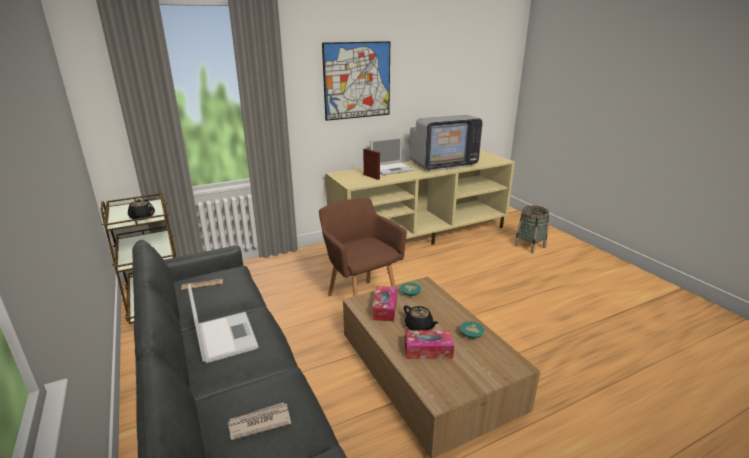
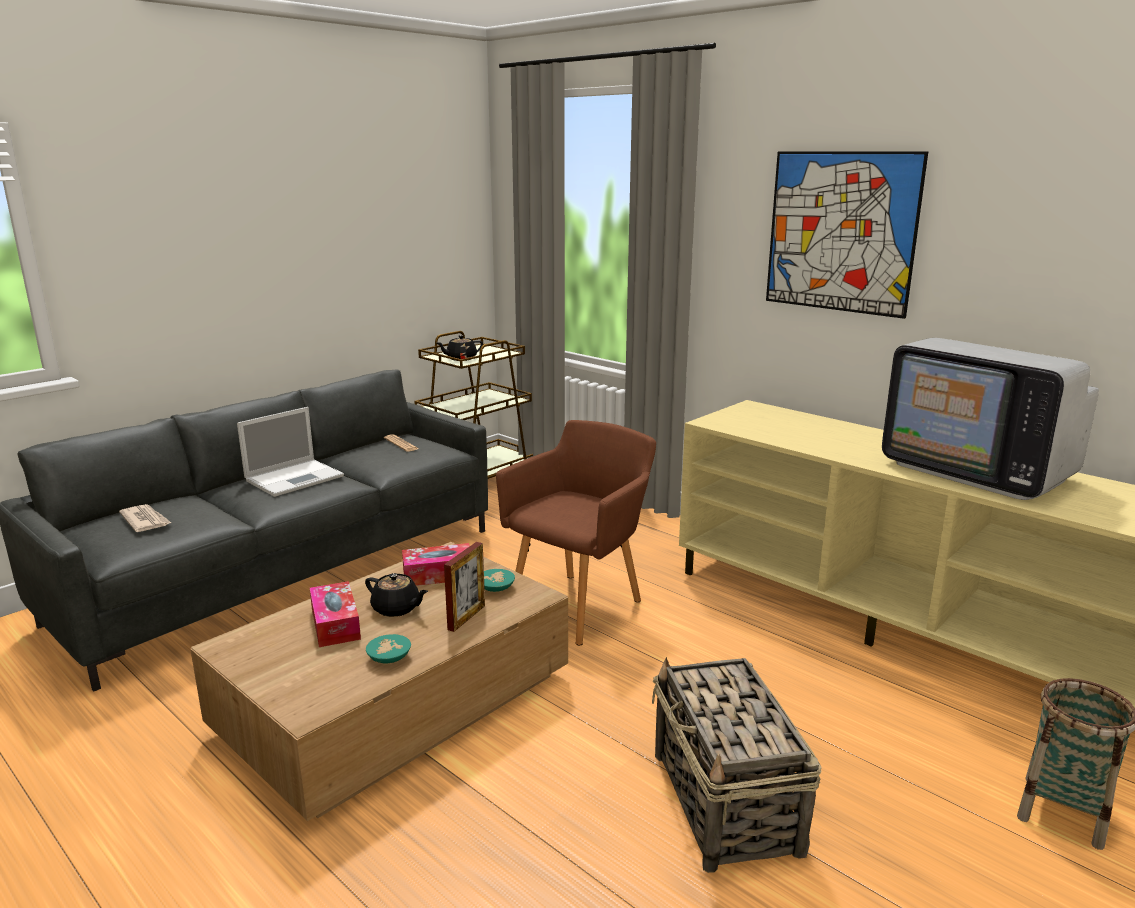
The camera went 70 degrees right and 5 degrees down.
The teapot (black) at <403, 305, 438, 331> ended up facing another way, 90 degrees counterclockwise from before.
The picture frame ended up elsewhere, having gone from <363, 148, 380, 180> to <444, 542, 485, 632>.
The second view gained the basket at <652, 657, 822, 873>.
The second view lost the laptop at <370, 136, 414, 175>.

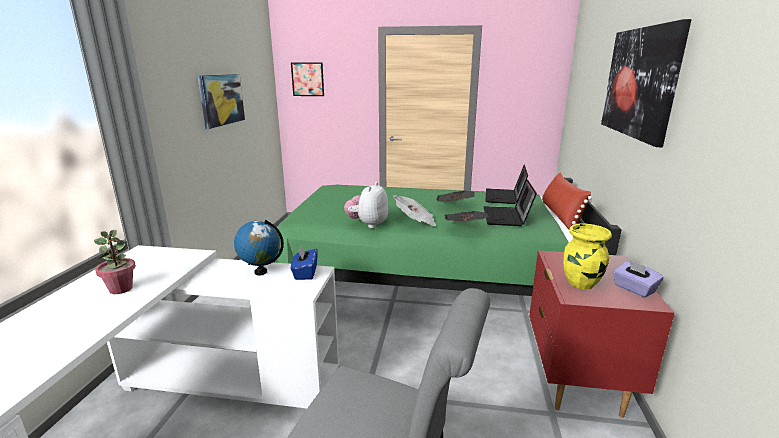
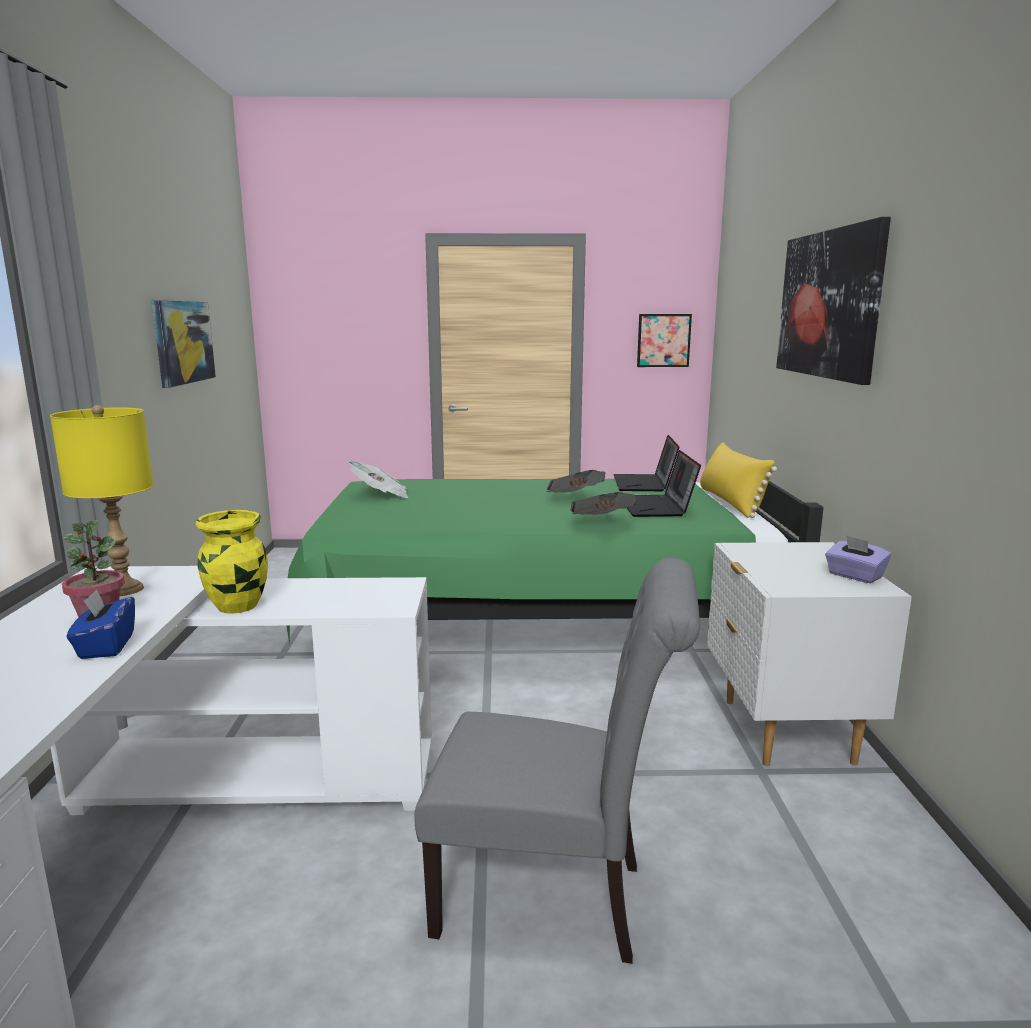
The camera went 10 degrees left and 5 degrees down.
The second view gained the table lamp (yellow) at <50, 405, 153, 596>.
The tissue box (blue) ended up elsewhere, having gone from <291, 245, 318, 280> to <67, 589, 135, 659>.
The vase (yellow) ended up elsewhere, having gone from <564, 224, 612, 289> to <196, 510, 268, 614>.
The newspaper ended up elsewhere, having gone from <393, 195, 436, 226> to <347, 461, 408, 498>.
The picture ended up elsewhere, having gone from <291, 62, 324, 96> to <637, 314, 692, 367>.
What was the pillow (red) at <542, 172, 592, 229> turned into the pillow (yellow) at <700, 442, 777, 518>.
What was the nightstand (red) at <529, 251, 675, 418> turned into the nightstand (white) at <707, 542, 912, 766>.
The second view lost the globe at <234, 220, 284, 276>.
The second view lost the plush toy at <344, 182, 389, 228>.

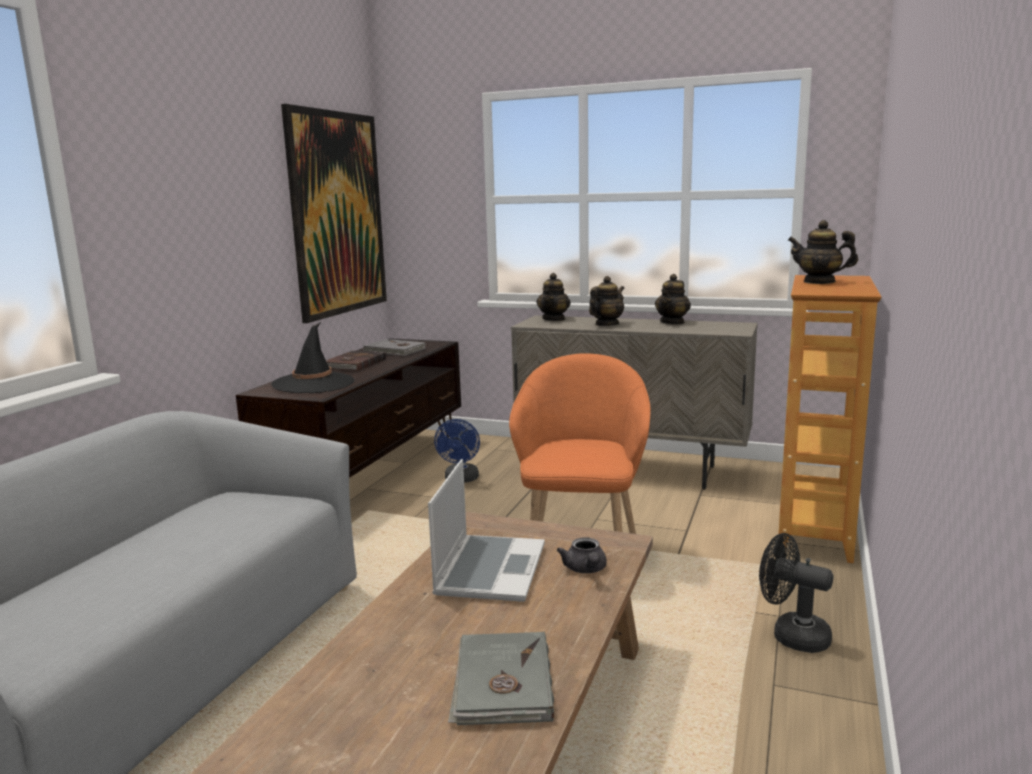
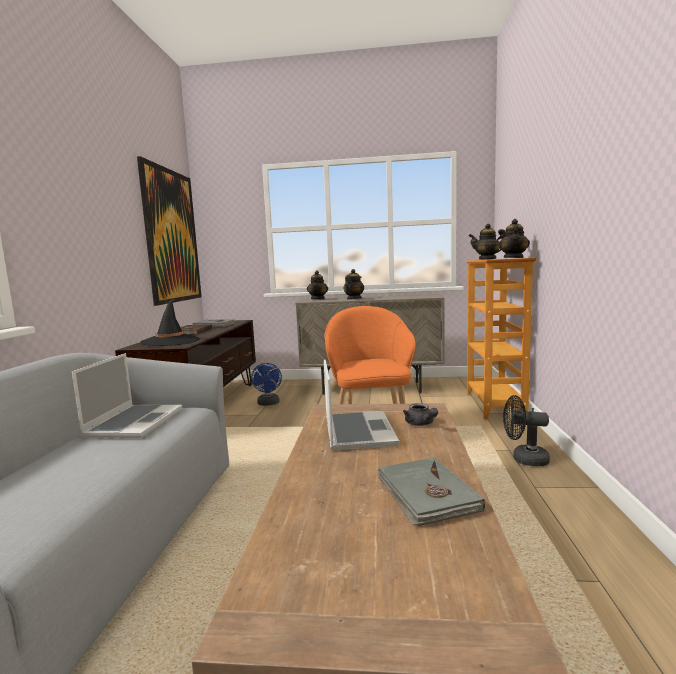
The camera went 15 degrees left and 5 degrees down.
The second view gained the laptop at <72, 353, 182, 438>.
The teapot ended up elsewhere, having gone from <655, 274, 691, 325> to <499, 219, 530, 258>.

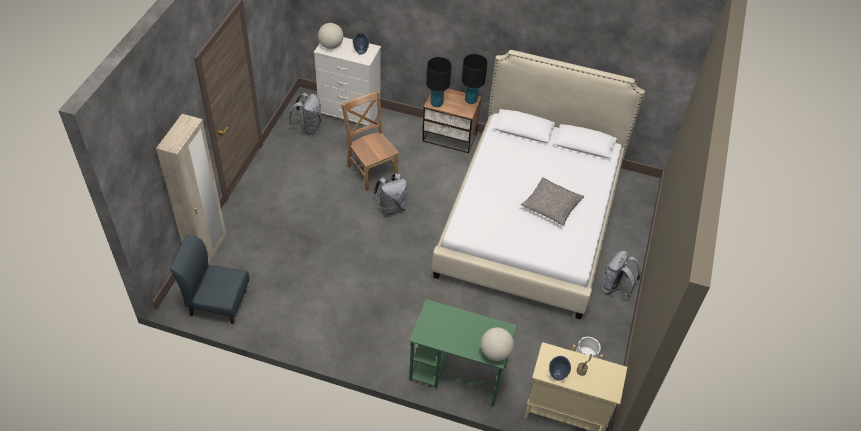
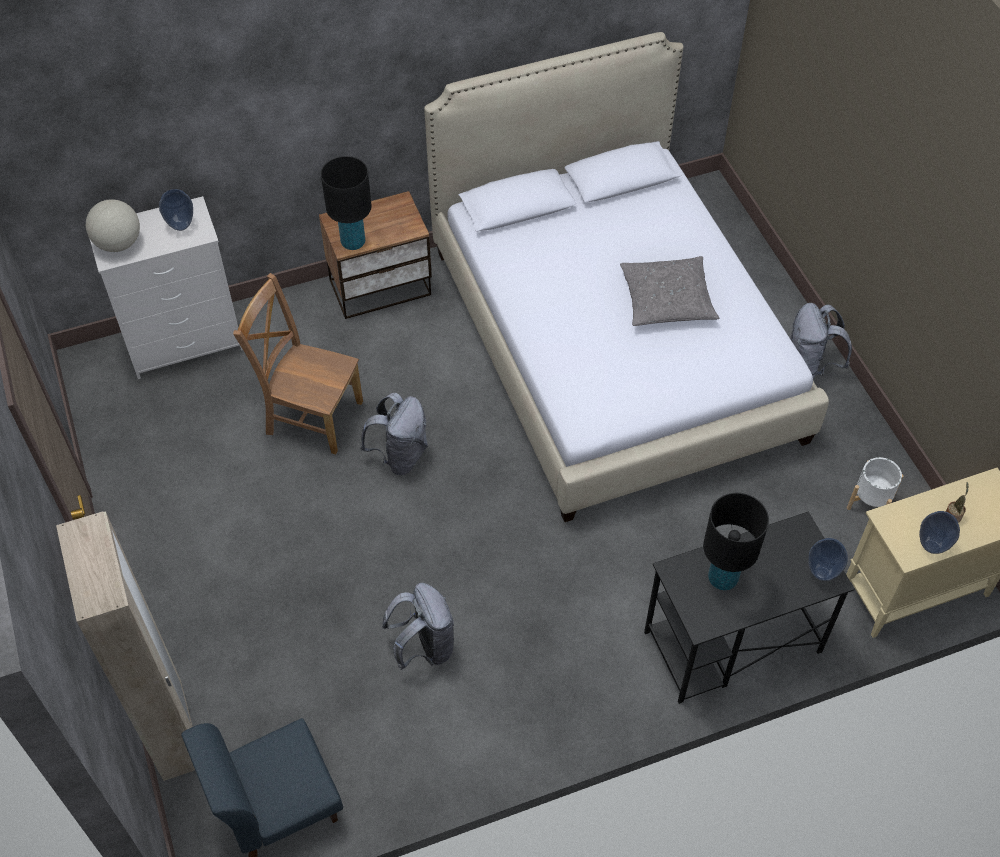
The camera went 35 degrees left and 5 degrees up.
The backpack (grey) ended up elsewhere, having gone from <289, 93, 321, 135> to <382, 583, 455, 670>.
What was the desk (green) at <409, 299, 517, 406> turned into the desk (black) at <644, 511, 855, 704>.
The table lamp (black) ended up elsewhere, having gone from <462, 54, 487, 104> to <703, 493, 769, 590>.
Where the globe stood at <481, 327, 514, 361>, the vase came to stand at <808, 538, 848, 581>.

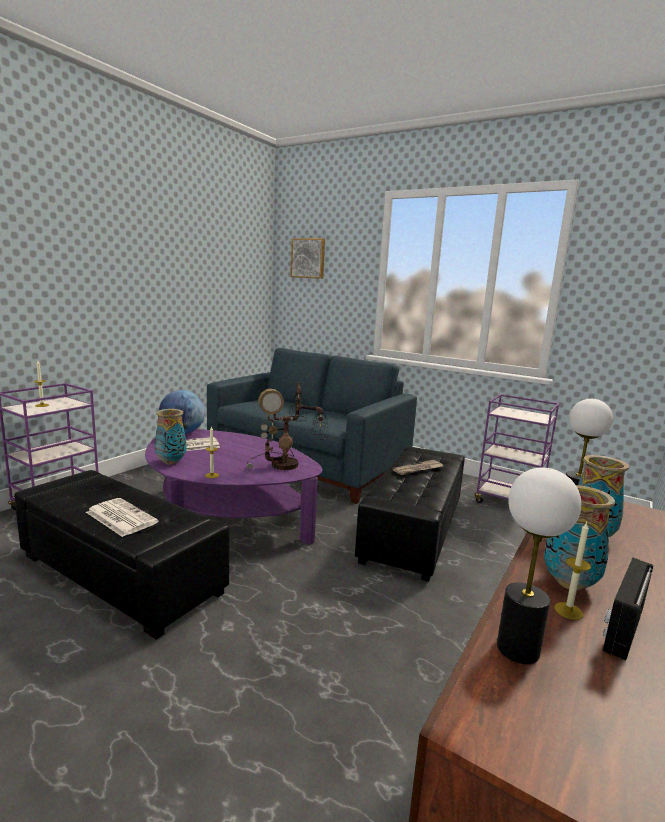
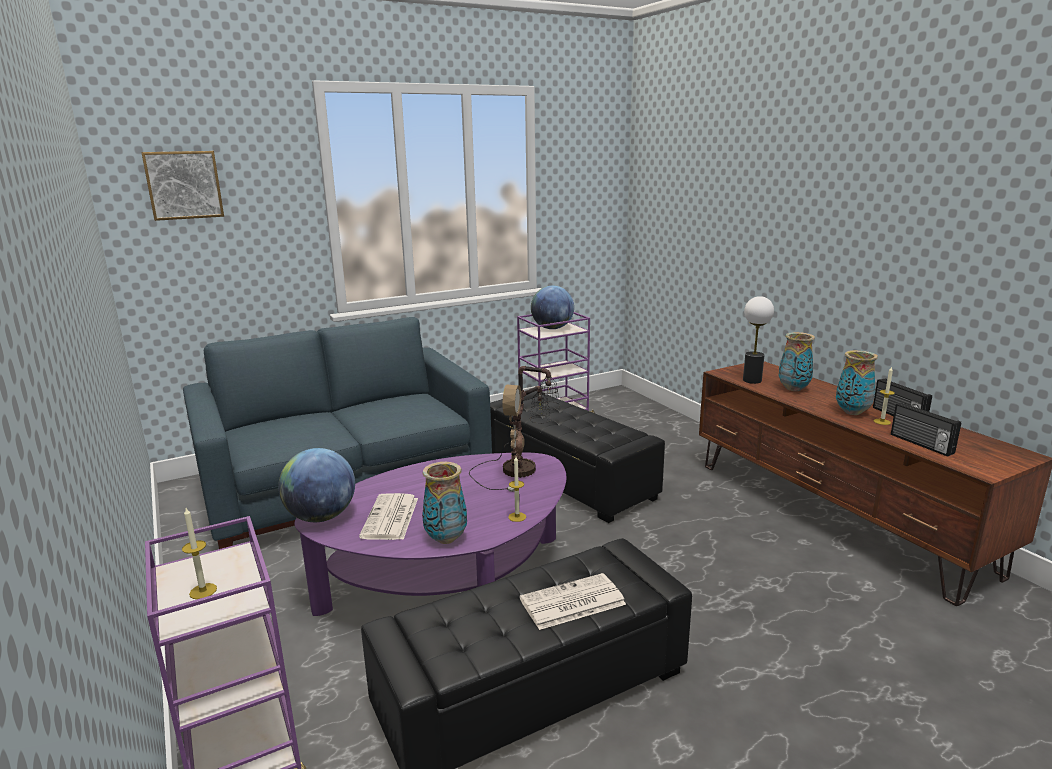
The camera went 60 degrees left and 5 degrees up.
The second view gained the globe at <531, 286, 574, 329>.
Where the table lamp stood at <497, 468, 581, 664>, the radio came to stand at <891, 402, 961, 457>.
The second view lost the newspaper at <392, 460, 443, 475>.

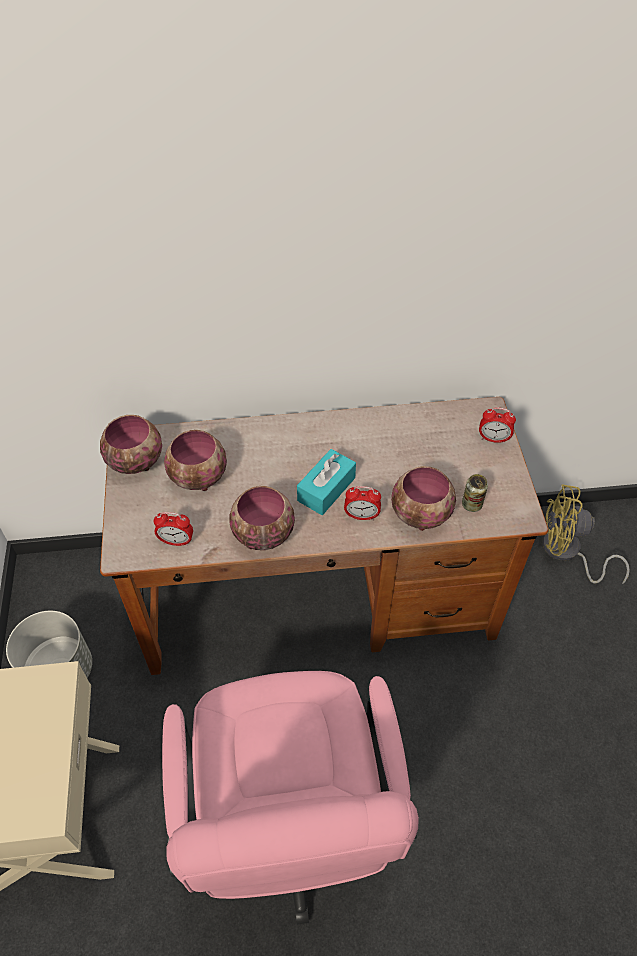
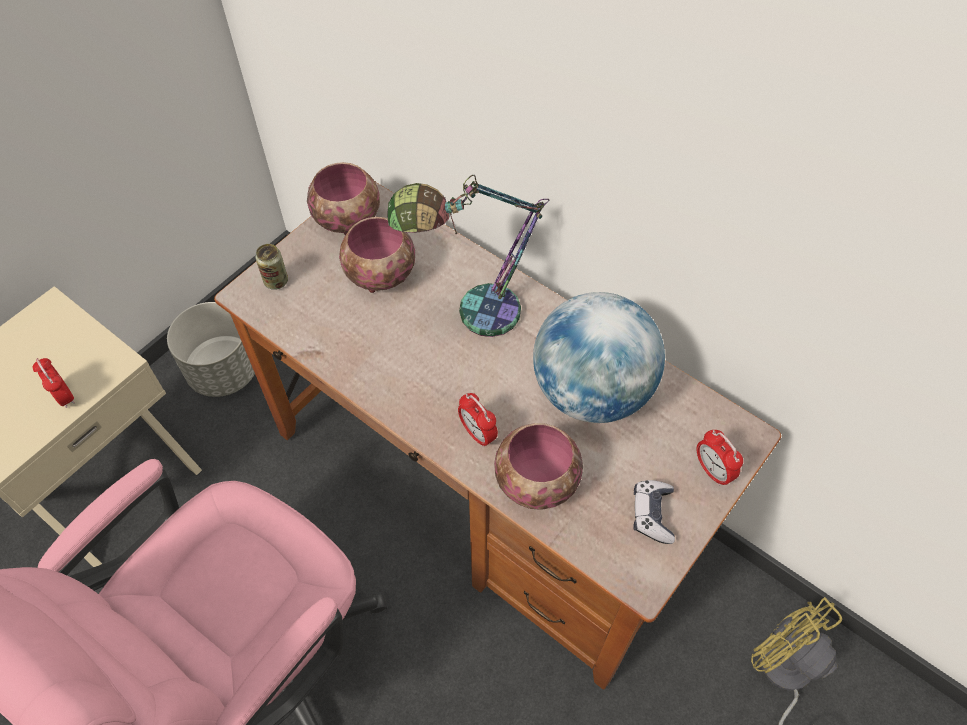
The camera went 45 degrees right and 5 degrees up.
The alarm clock ended up elsewhere, having gone from <154, 512, 193, 546> to <32, 358, 75, 408>.
The can ended up elsewhere, having gone from <462, 474, 488, 512> to <255, 244, 288, 290>.
The second view gained the table lamp at <388, 175, 549, 337>.
The second view gained the globe at <533, 292, 665, 423>.
The second view gained the game controller at <634, 480, 675, 544>.
The second view lost the bowl at <229, 486, 295, 550>.
The second view lost the tissue box (turquoise) at <297, 449, 356, 515>.

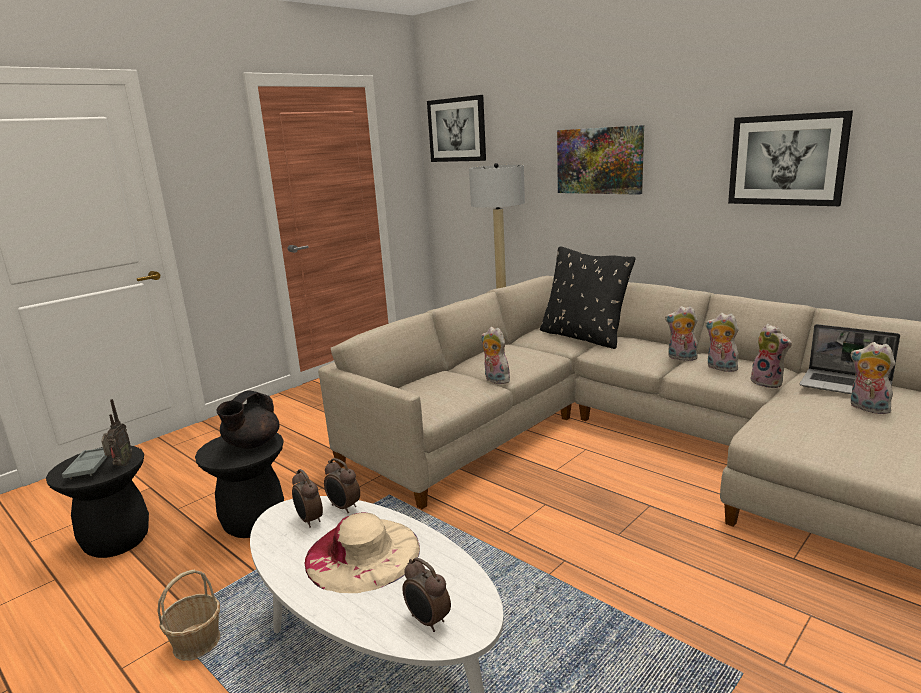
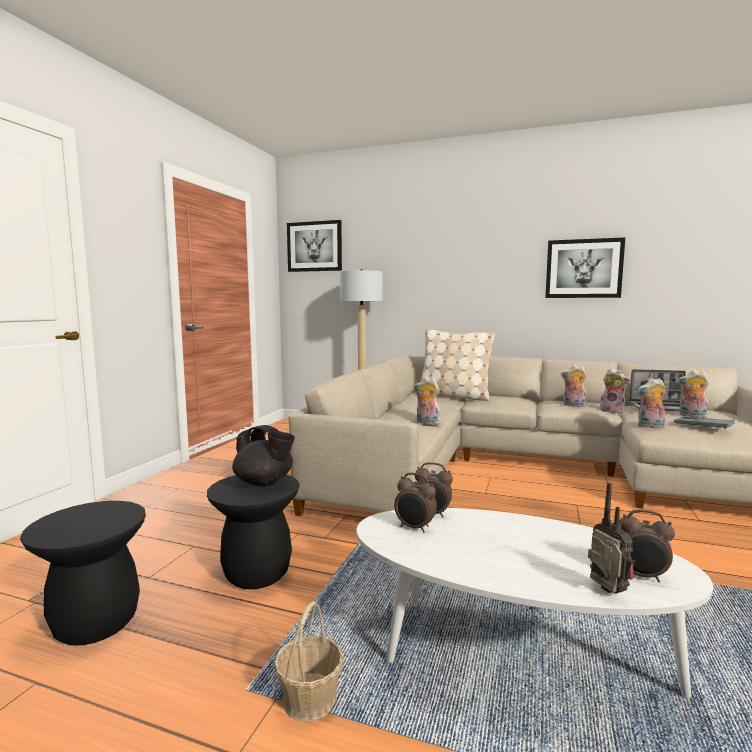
The camera went 25 degrees left and 10 degrees down.
The teapot (black) at <216, 390, 279, 449> ended up facing another way, 60 degrees counterclockwise from before.
What was the pillow (black) at <540, 246, 635, 349> turned into the pillow (beige) at <420, 329, 495, 401>.
The radio ended up elsewhere, having gone from <101, 399, 132, 466> to <588, 483, 635, 594>.
The plush toy ended up elsewhere, having gone from <665, 306, 698, 361> to <637, 378, 665, 428>.
The tray (grey) ended up elsewhere, having gone from <62, 448, 108, 479> to <674, 416, 735, 429>.
The second view lost the hat (beige) at <304, 513, 420, 593>.
The second view lost the picture at <557, 125, 644, 195>.

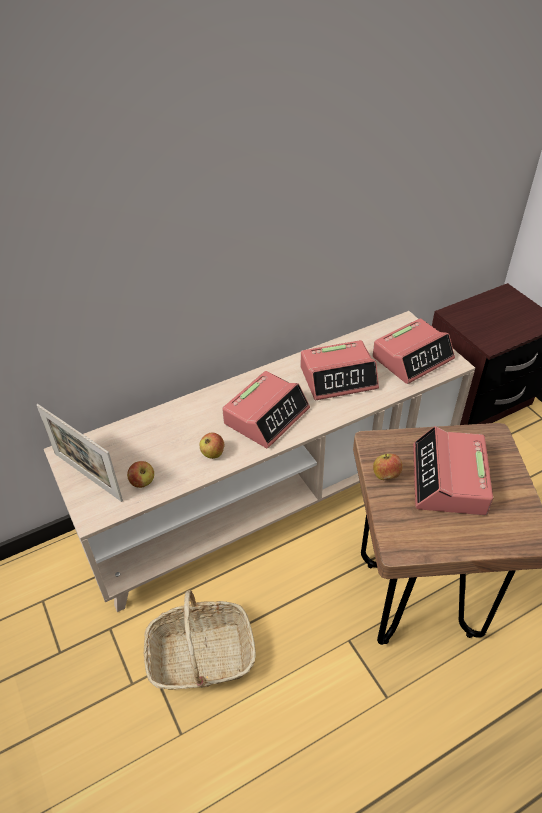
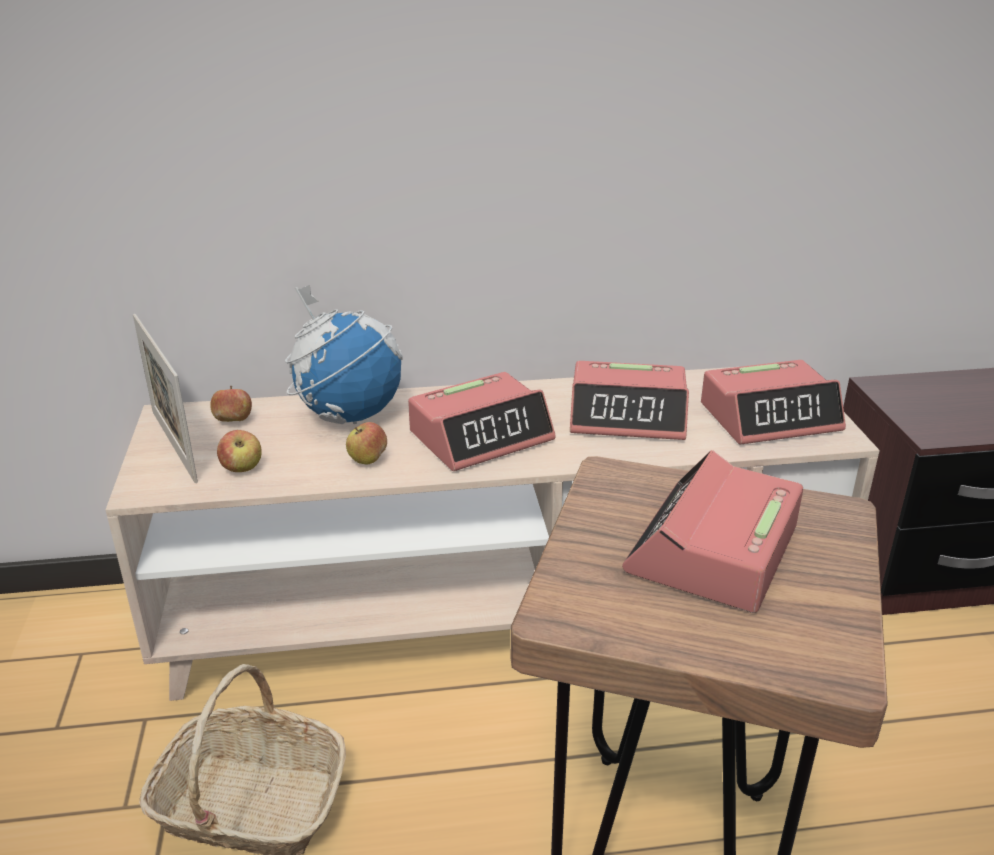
The camera went 20 degrees right and 15 degrees down.
The apple ended up elsewhere, having gone from <373, 454, 403, 480> to <210, 386, 252, 422>.
The second view gained the globe at <285, 285, 403, 424>.

